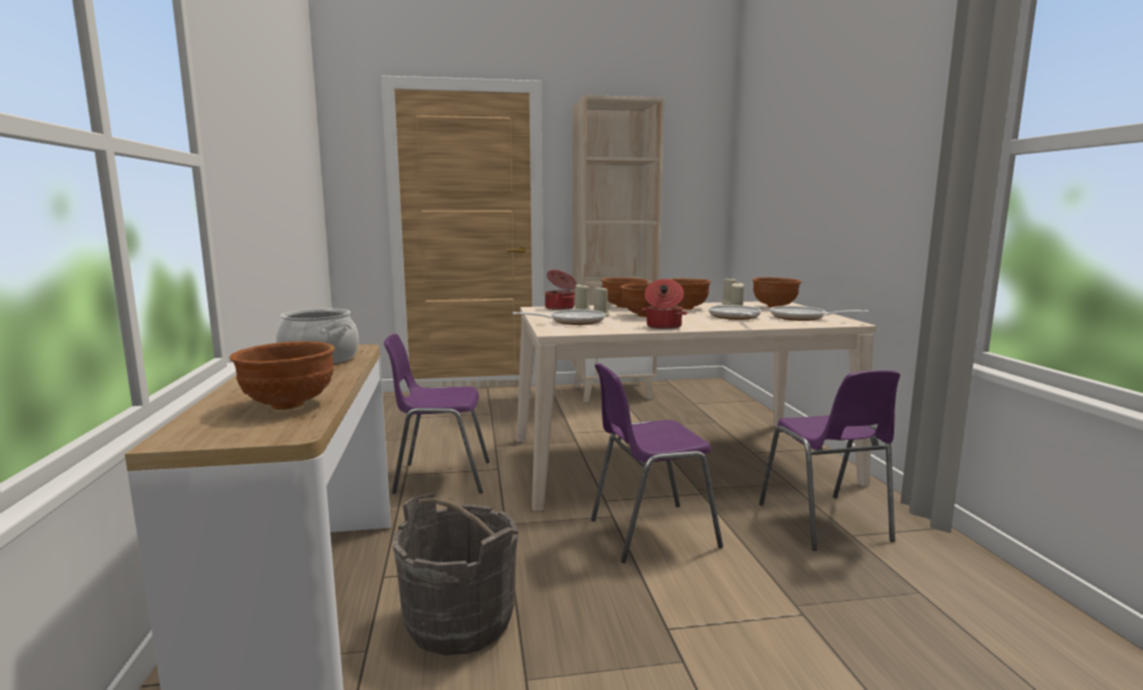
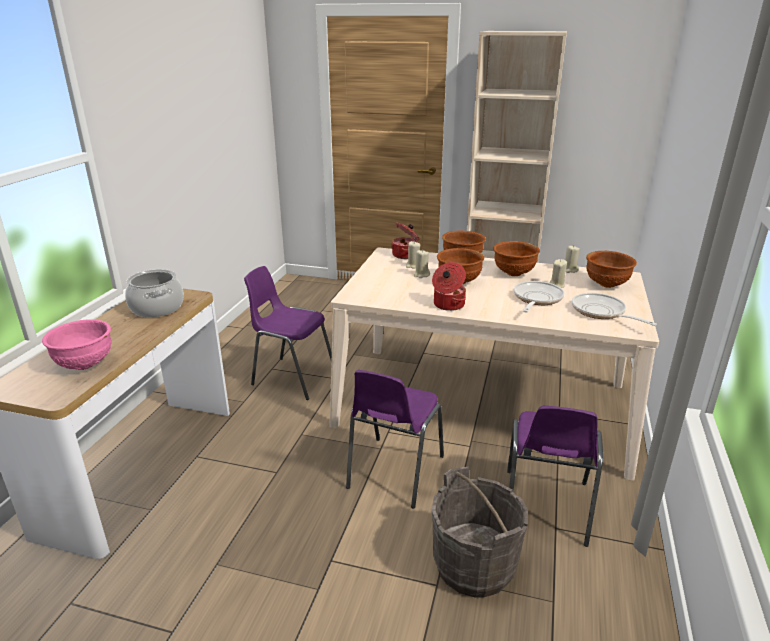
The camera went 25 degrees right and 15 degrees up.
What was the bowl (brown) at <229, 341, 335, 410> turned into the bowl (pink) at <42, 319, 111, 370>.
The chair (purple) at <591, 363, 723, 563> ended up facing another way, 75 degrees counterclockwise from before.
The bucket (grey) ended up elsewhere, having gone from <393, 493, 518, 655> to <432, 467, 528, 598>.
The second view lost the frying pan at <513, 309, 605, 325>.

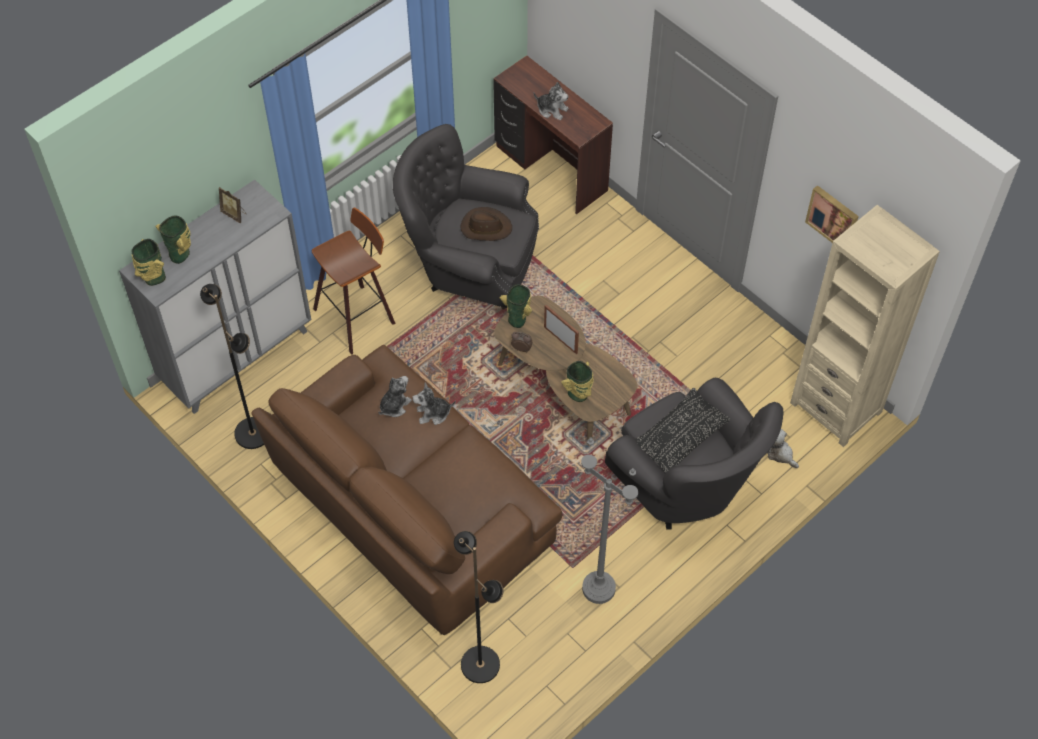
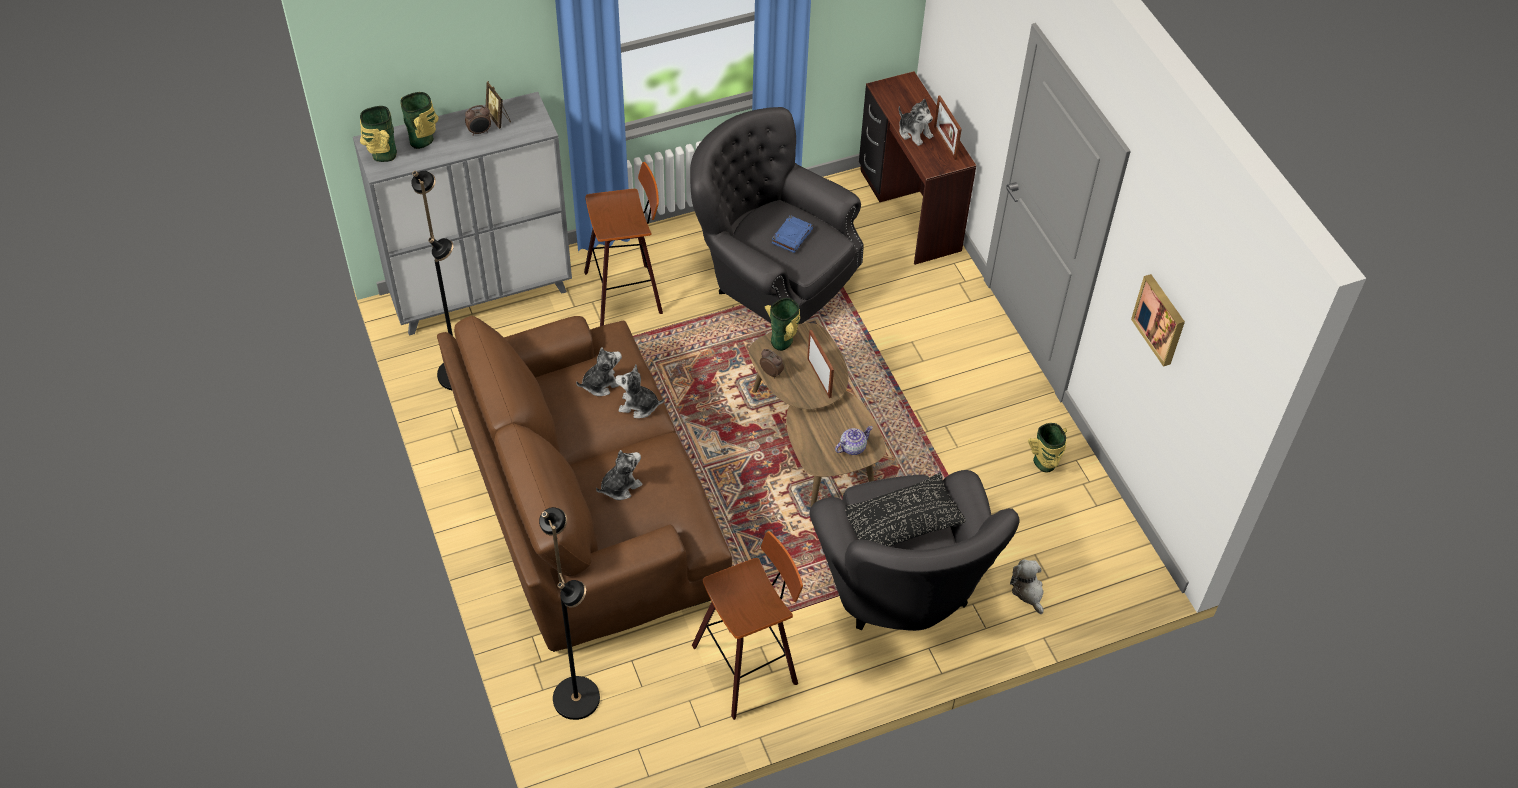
The camera went 20 degrees right and 5 degrees down.
The second view gained the alarm clock at <465, 105, 491, 136>.
The second view gained the plush toy at <596, 450, 643, 500>.
Where the floor lamp (grey) stood at <581, 437, 638, 604>, the stool came to stand at <692, 531, 803, 720>.
Where the hat (brown) stood at <461, 207, 512, 241>, the book (blue) came to stand at <772, 215, 814, 253>.
The second view gained the teapot at <835, 426, 873, 455>.
The second view gained the picture frame at <934, 95, 962, 160>.
The vase ended up elsewhere, having gone from <561, 361, 594, 402> to <1028, 423, 1067, 473>.
The second view lost the bookcase (beige) at <790, 205, 940, 447>.

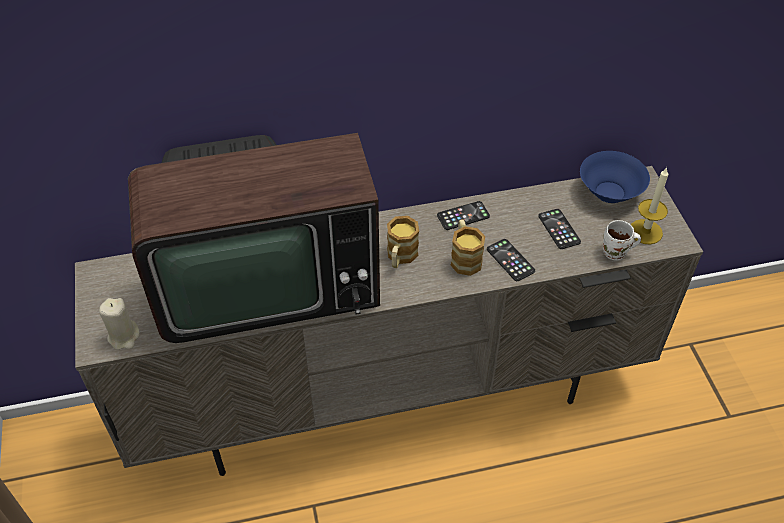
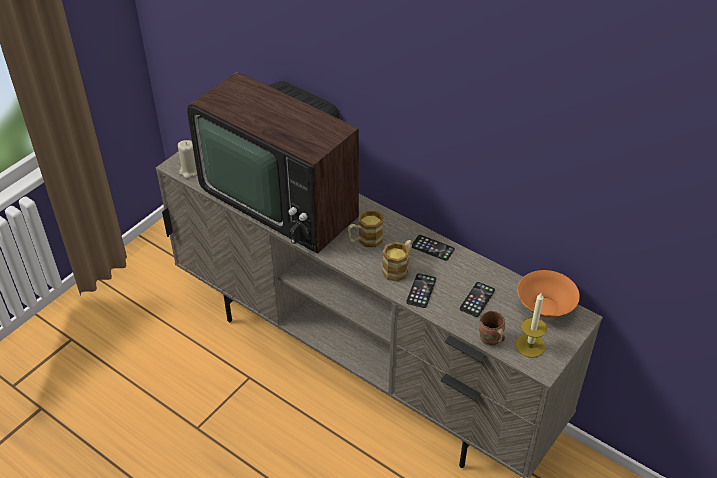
The camera went 50 degrees right and 5 degrees down.
What was the mug (white) at <603, 220, 641, 260> turned into the mug (brown) at <479, 311, 505, 346>.
What was the bowl (blue) at <580, 151, 650, 203> turned into the bowl (orange) at <517, 270, 580, 318>.

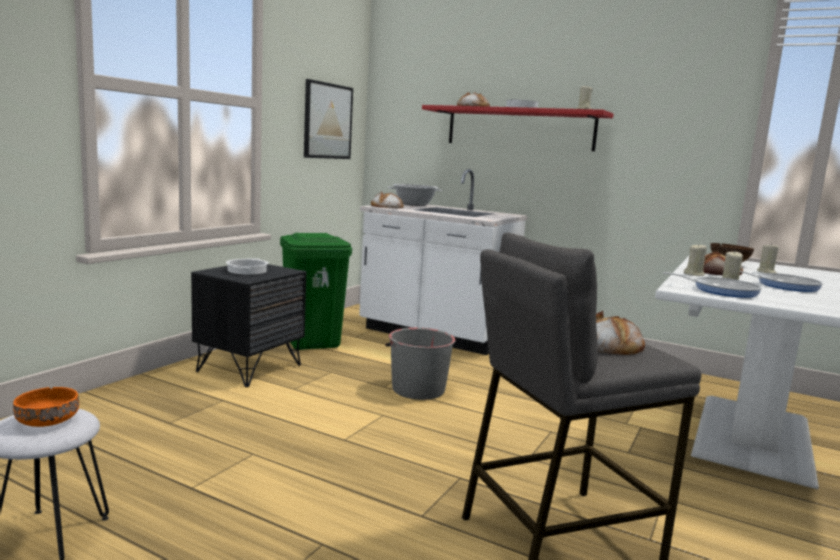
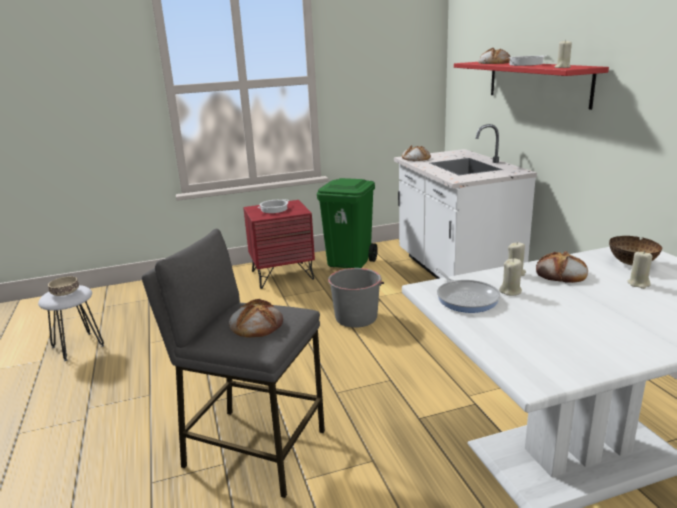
The camera went 45 degrees right and 10 degrees up.
What was the bowl (orange) at <13, 387, 79, 427> turned into the bowl (beige) at <48, 276, 79, 296>.
What was the nightstand (black) at <191, 264, 306, 387> turned into the nightstand (red) at <243, 200, 315, 289>.
The second view lost the picture at <304, 79, 353, 159>.
The second view lost the cooking pot at <388, 184, 443, 206>.
The second view lost the frying pan at <740, 271, 823, 292>.

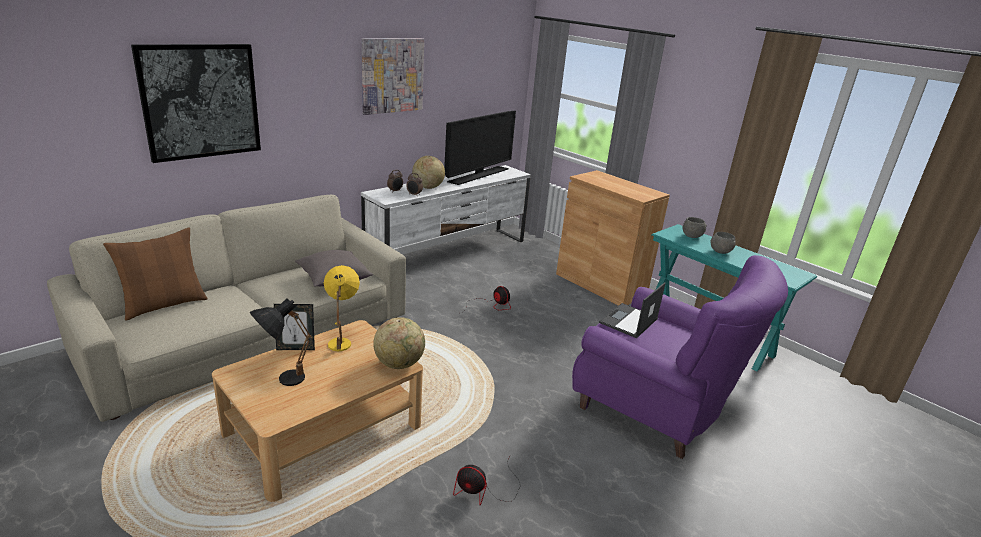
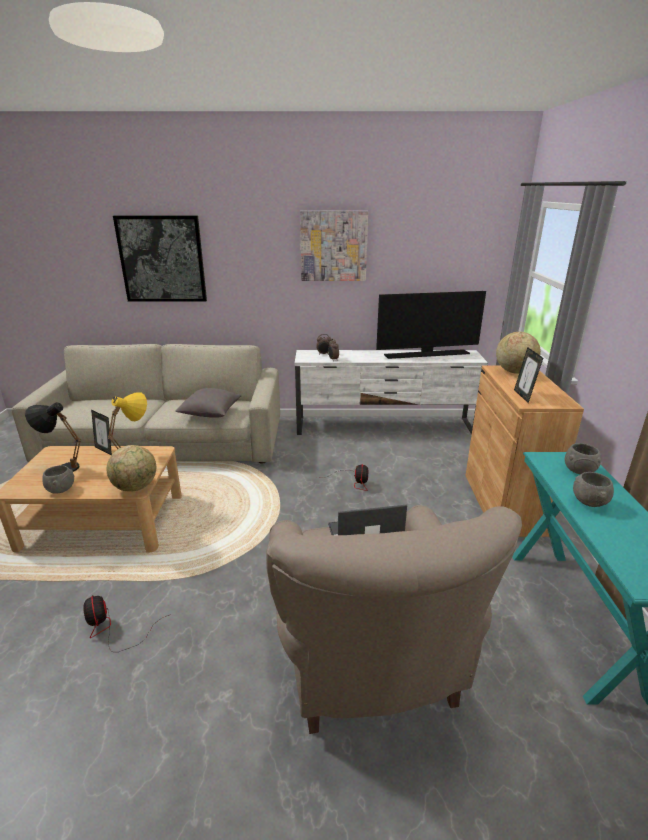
The camera went 45 degrees right and 0 degrees up.
The second view gained the bowl (grey) at <42, 465, 75, 494>.
What was the armchair (purple) at <572, 255, 788, 459> turned into the armchair (beige) at <266, 505, 522, 734>.
The globe ended up elsewhere, having gone from <412, 156, 445, 189> to <496, 332, 541, 374>.
The second view gained the picture frame at <514, 347, 543, 403>.
The second view lost the pillow (brown) at <103, 228, 208, 320>.

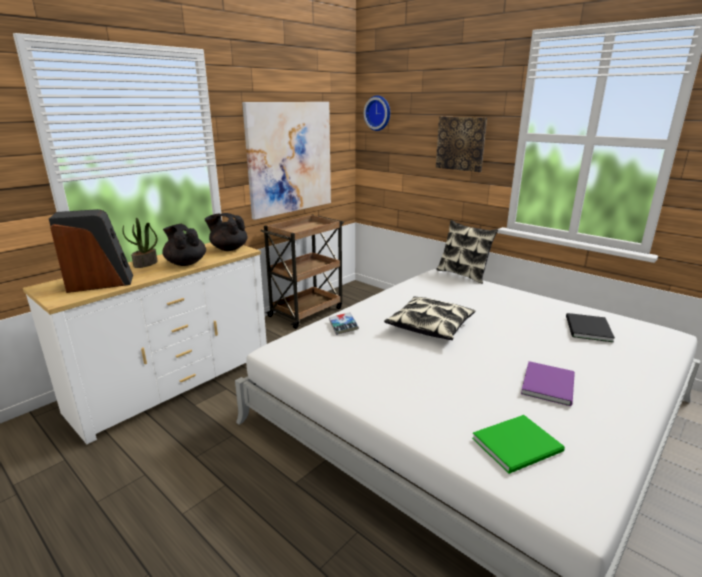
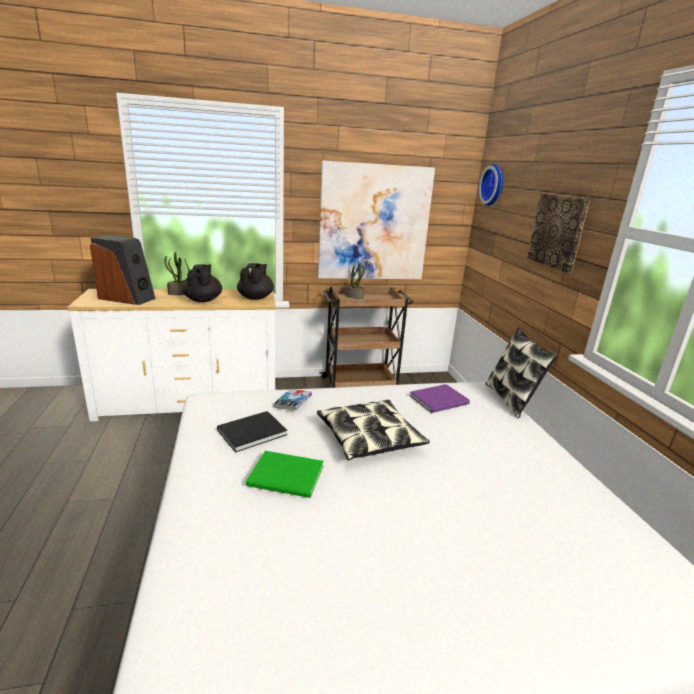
The camera went 35 degrees right and 0 degrees up.
The book (black) ended up elsewhere, having gone from <566, 313, 615, 342> to <217, 411, 287, 452>.
The teapot (black) at <205, 213, 247, 251> ended up facing another way, 45 degrees clockwise from before.
The book (green) ended up elsewhere, having gone from <472, 415, 565, 474> to <246, 451, 324, 498>.
The second view gained the potted plant at <346, 261, 364, 299>.
The book (purple) ended up elsewhere, having gone from <521, 361, 575, 406> to <410, 384, 470, 413>.

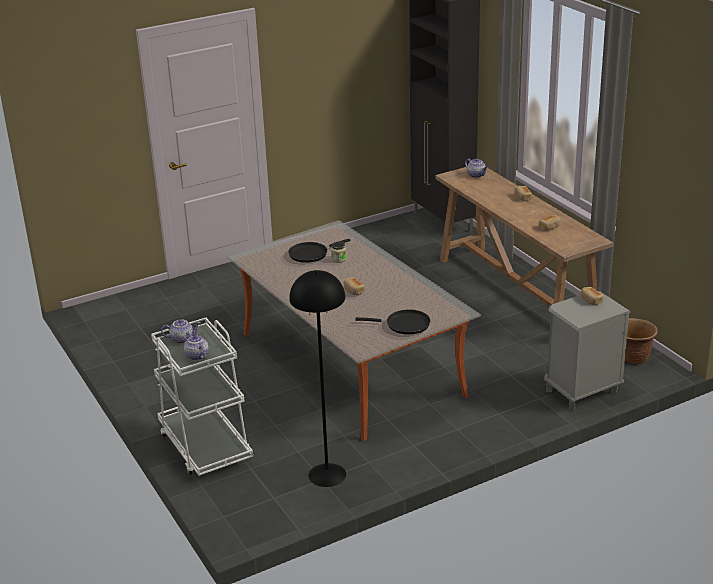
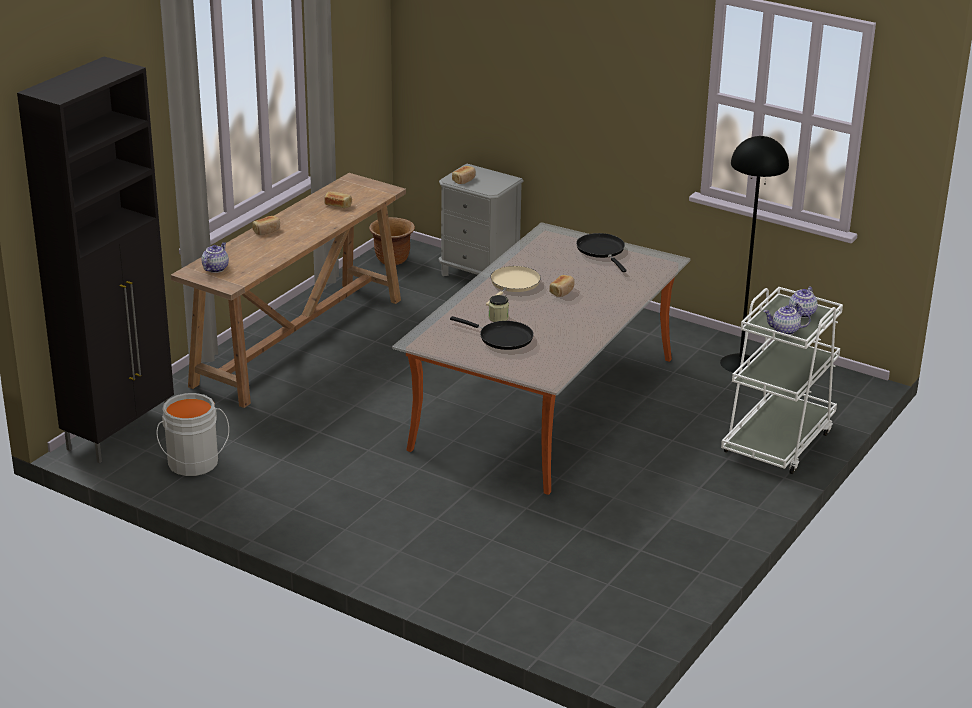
The camera went 120 degrees left and 0 degrees up.
The second view gained the bucket (grey) at <156, 393, 229, 476>.
The second view gained the frying pan (beige) at <486, 266, 541, 306>.
The teapot at <161, 319, 200, 344> ended up facing another way, 45 degrees counterclockwise from before.

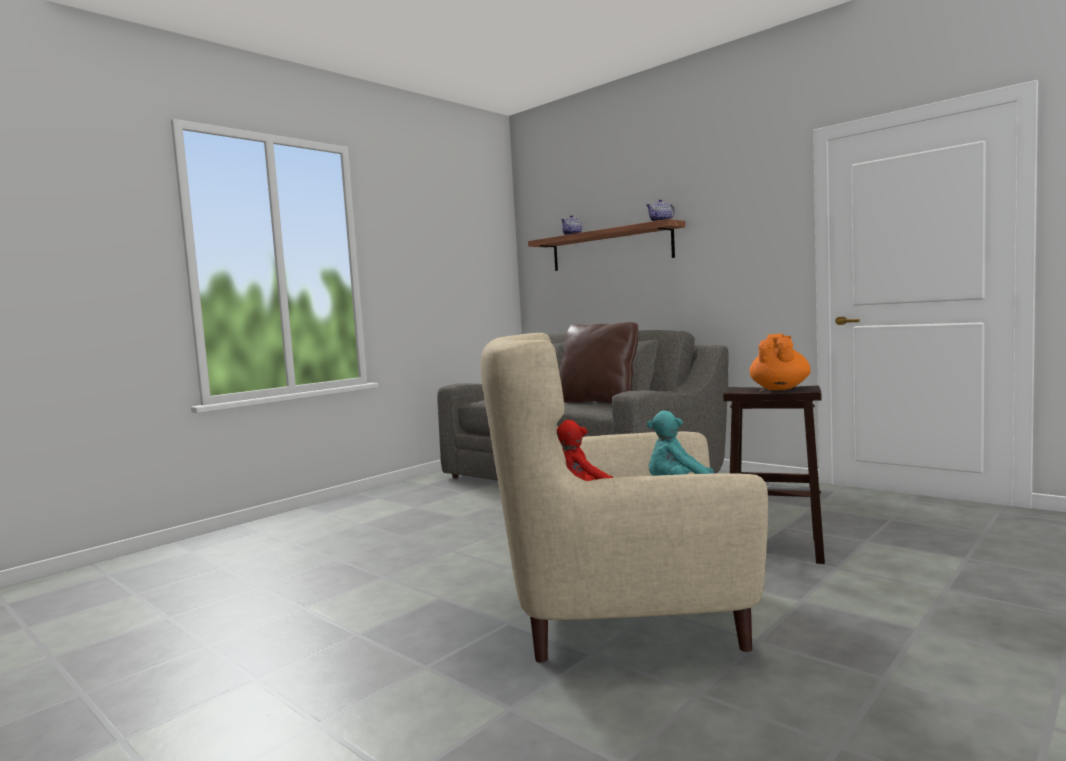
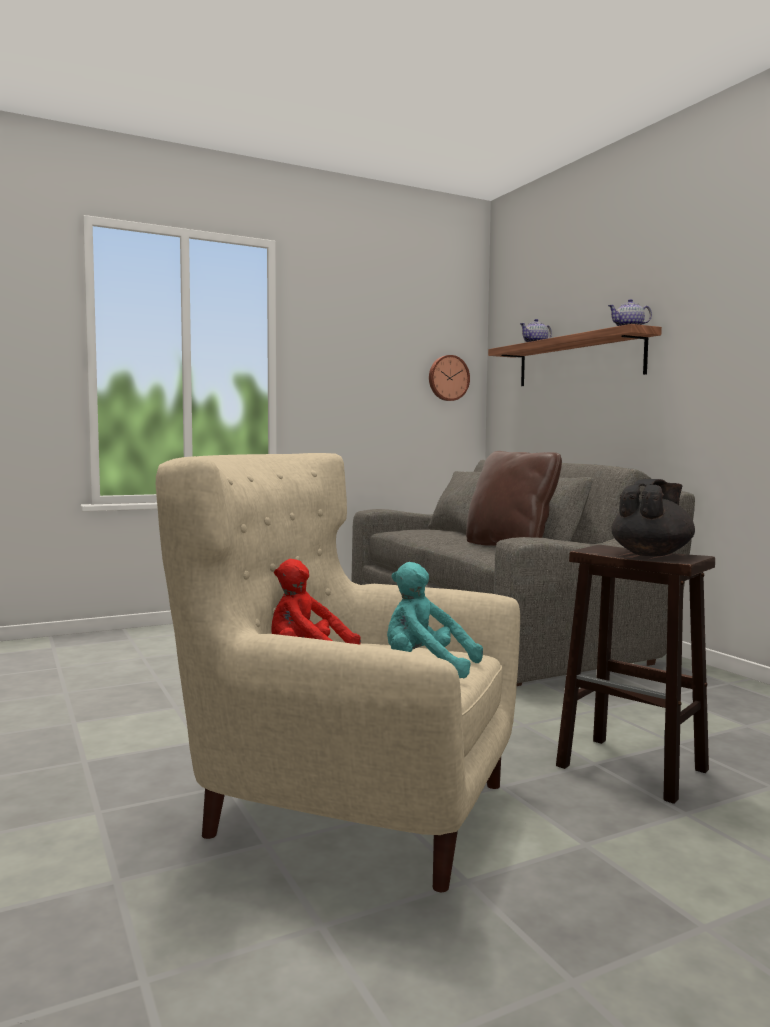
The camera went 20 degrees right and 0 degrees up.
The second view gained the wall clock at <429, 355, 470, 401>.
What was the teapot (orange) at <750, 334, 811, 390> turned into the teapot (black) at <611, 479, 695, 556>.

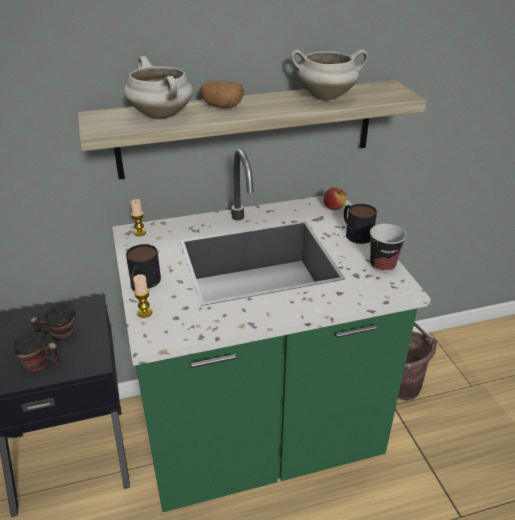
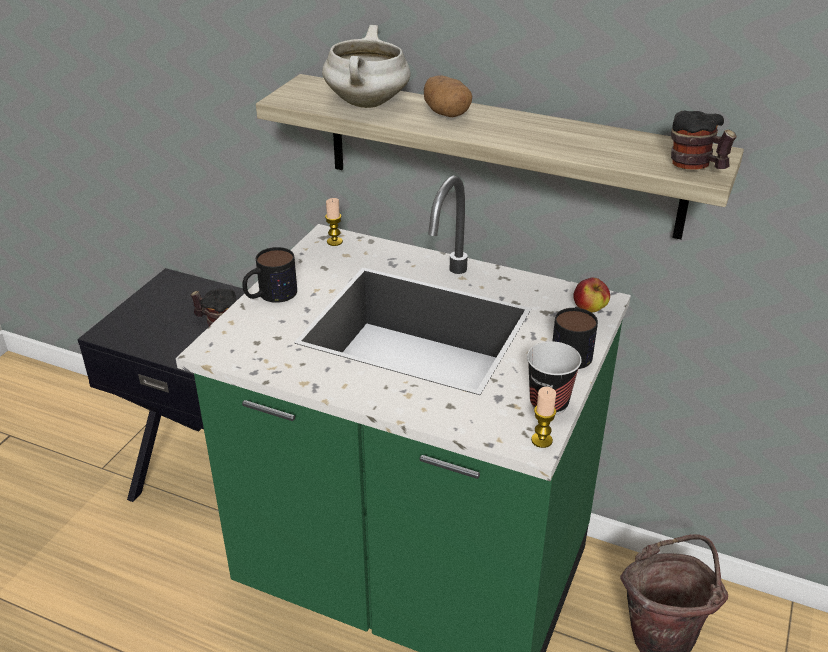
The camera went 40 degrees right and 0 degrees up.
The candle ended up elsewhere, having gone from <133, 274, 152, 318> to <531, 387, 556, 448>.
The mug ended up elsewhere, having gone from <14, 331, 61, 371> to <671, 111, 737, 170>.
The second view lost the cooking pot (white) at <291, 50, 368, 101>.

